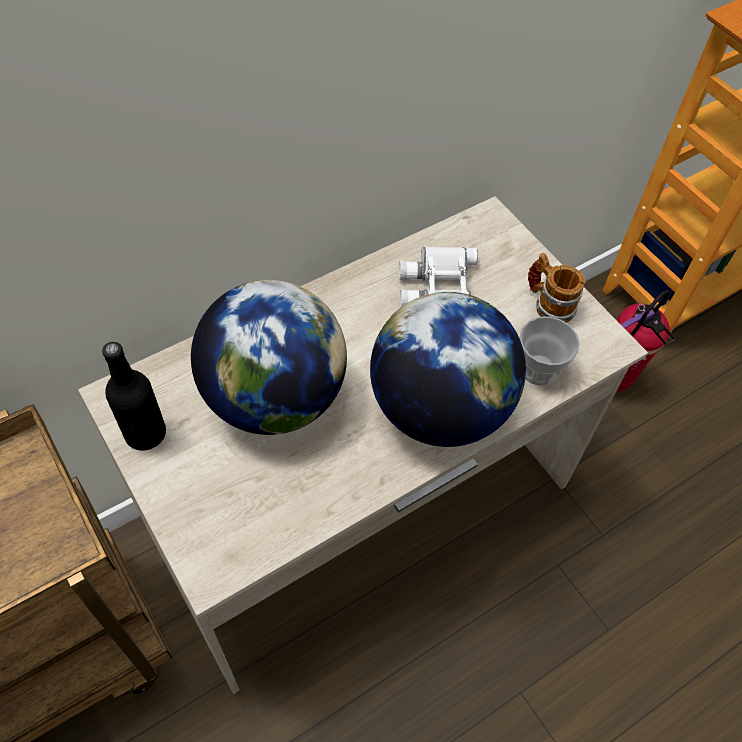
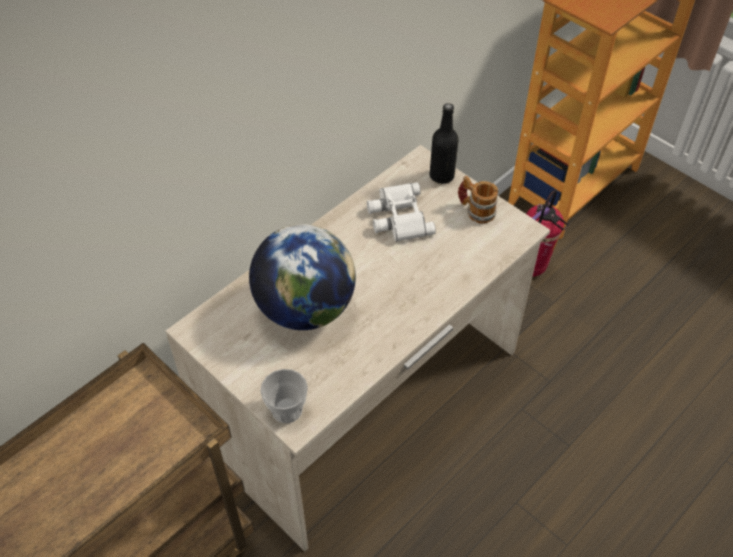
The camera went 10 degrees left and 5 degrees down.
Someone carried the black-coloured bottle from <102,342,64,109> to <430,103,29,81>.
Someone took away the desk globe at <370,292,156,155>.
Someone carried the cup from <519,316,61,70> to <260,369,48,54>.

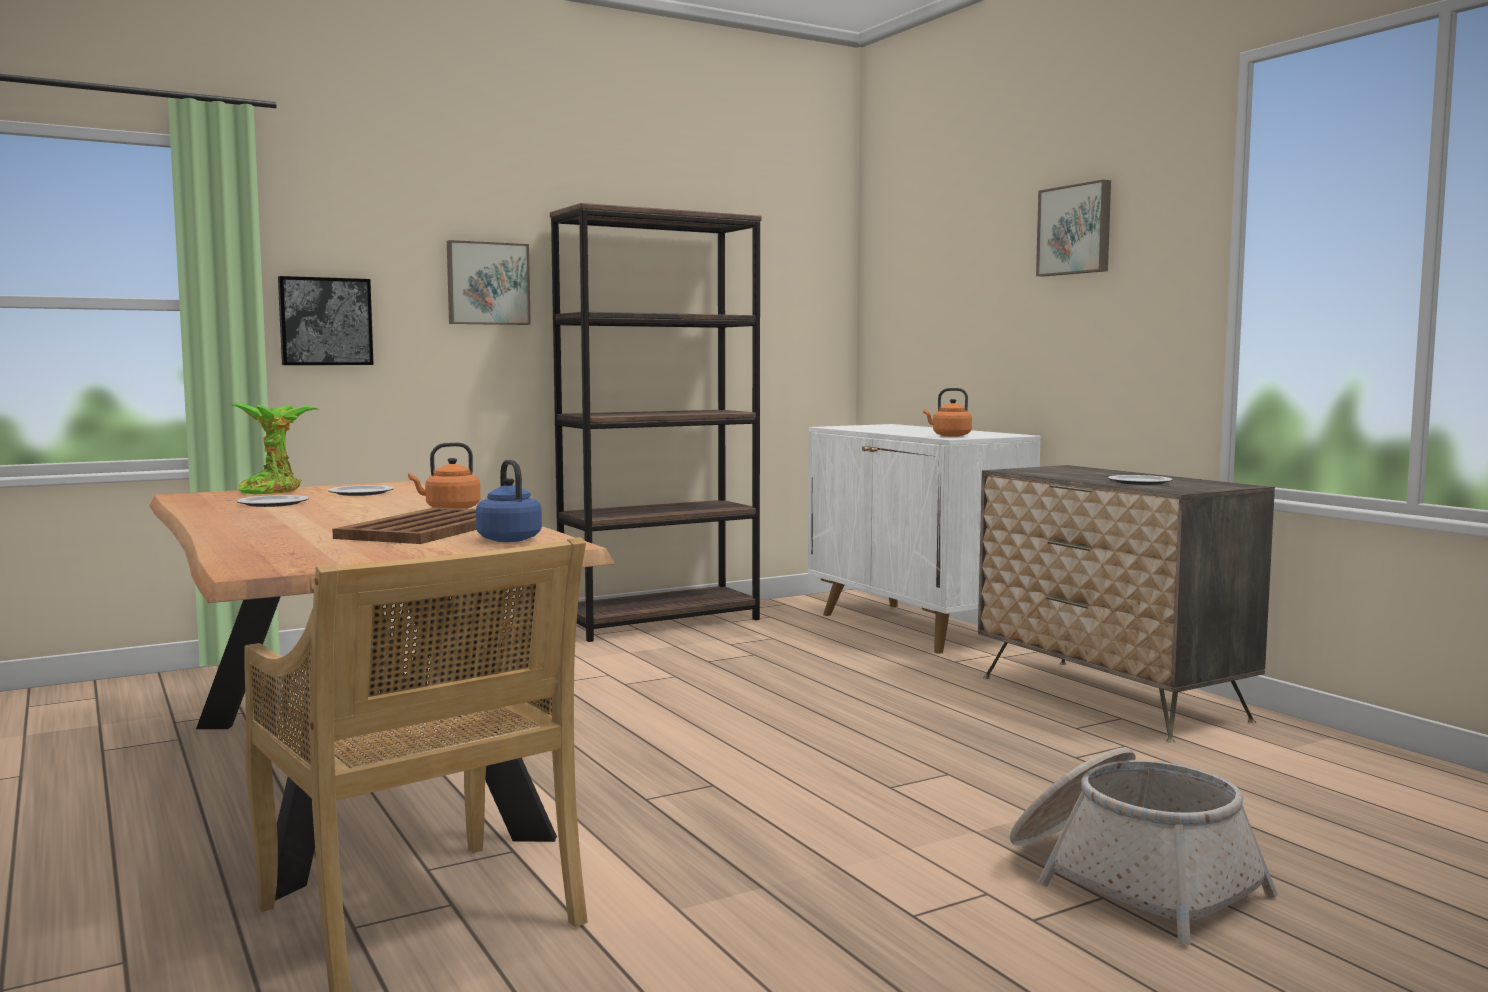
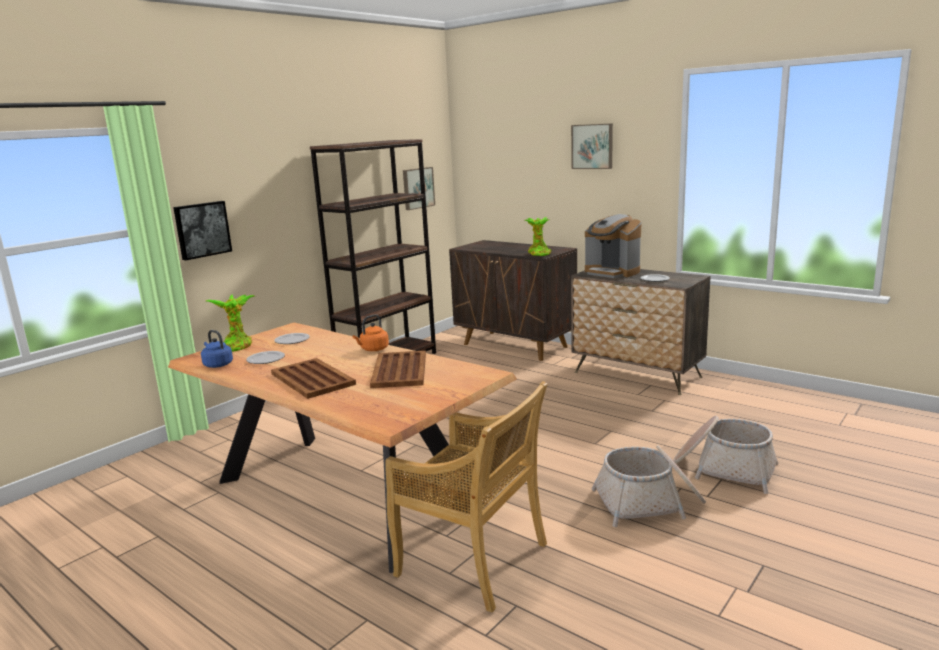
The camera went 20 degrees left and 10 degrees up.
Someone carried the picture from <447,240,84,85> to <403,167,32,43>.
Someone carried the bluish tea kettle from <476,460,66,82> to <201,330,32,38>.
Someone repainted the whitish storage cabinet at <808,424,233,230>, which became the brown-coloured storage cabinet at <449,240,128,121>.
Someone swapped the orange-coloured tea kettle at <923,388,49,49> for the plant in a pot at <524,217,28,39>.
Someone put down the brown-coloured tray at <271,358,85,41>.
Someone put down the coffee brewer at <585,214,56,64>.
Someone put down the storage basket at <591,445,115,82>.

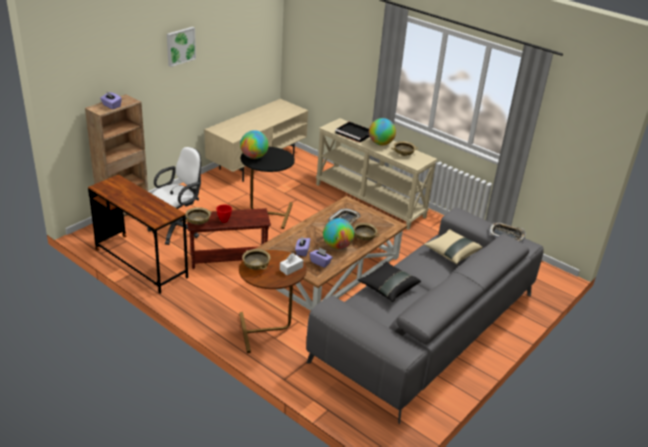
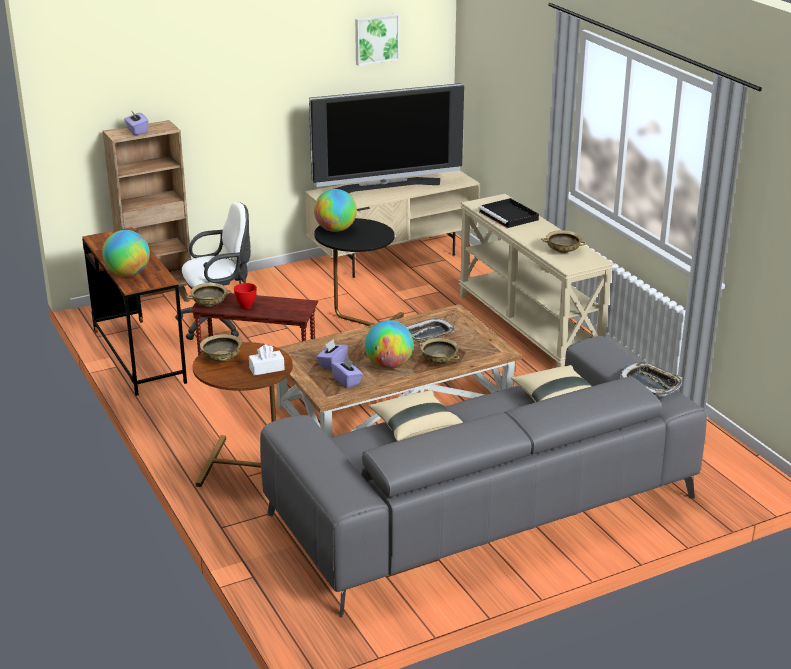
The camera went 25 degrees right and 5 degrees down.
Someone carried the picture from <167,27,29,40> to <355,13,44,53>.
Someone repainted the black-coloured cushion at <358,262,63,40>, which became the beige cushion at <368,390,95,51>.
Someone carried the desk globe from <369,118,27,27> to <102,230,48,46>.
Someone put down the television at <309,83,155,110>.

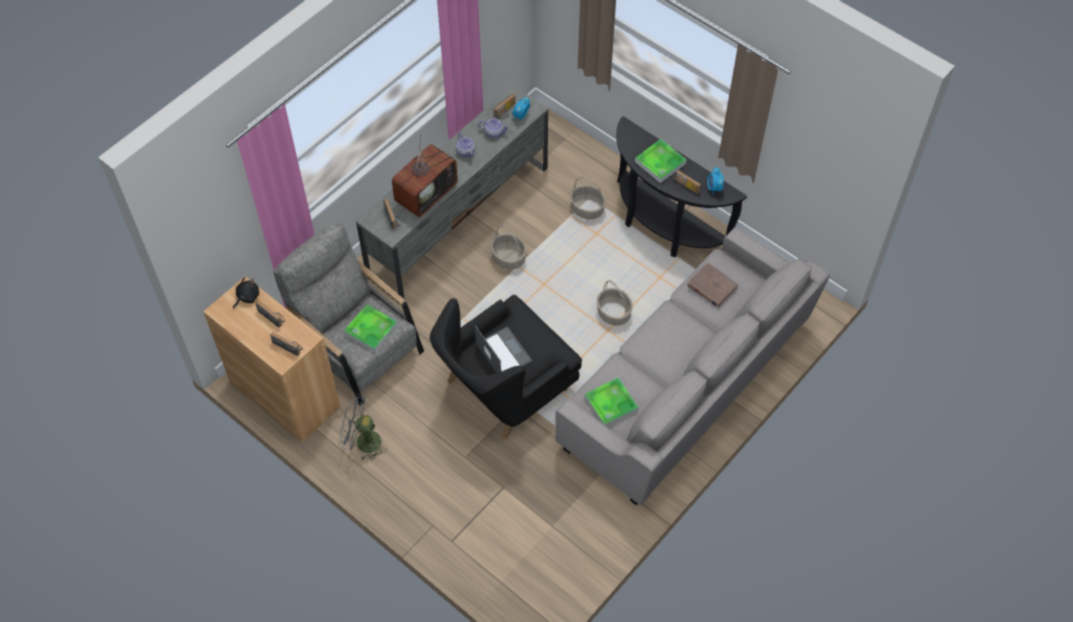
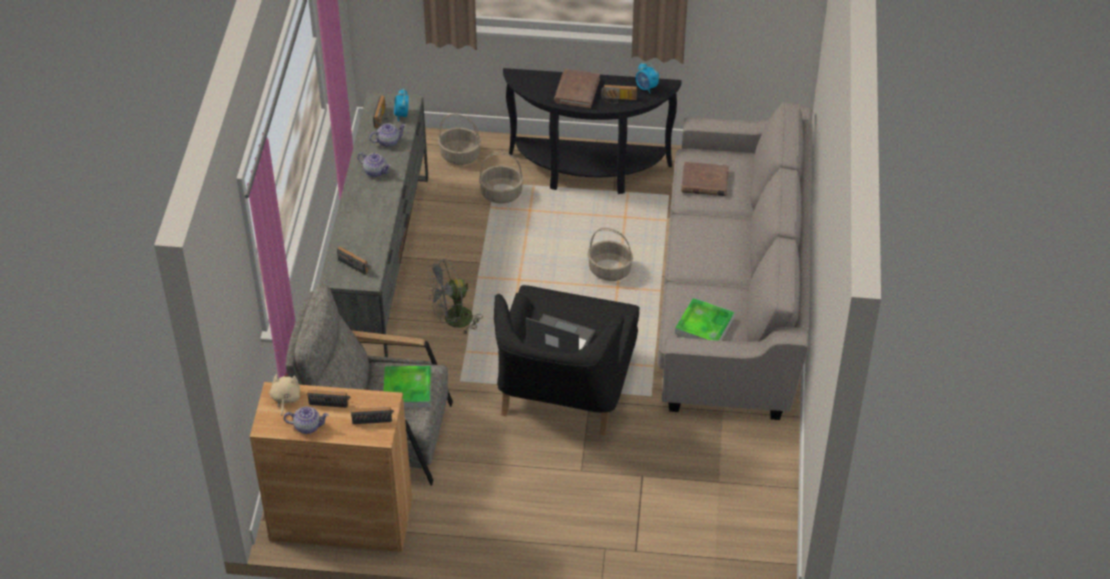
The camera went 35 degrees left and 10 degrees down.
Someone repainted the black-coloured soft toy at <233,277,26,32>, which became the beige soft toy at <270,371,30,45>.
Someone carried the grey electric fan from <339,394,48,66> to <426,259,57,76>.
Someone took away the television at <392,133,66,84>.
Someone carried the storage basket from <491,225,35,45> to <438,114,43,51>.
Someone swapped the tray at <635,139,52,44> for the brown-coloured volume at <554,69,46,39>.
Someone put down the pot for tea at <284,406,45,28>.

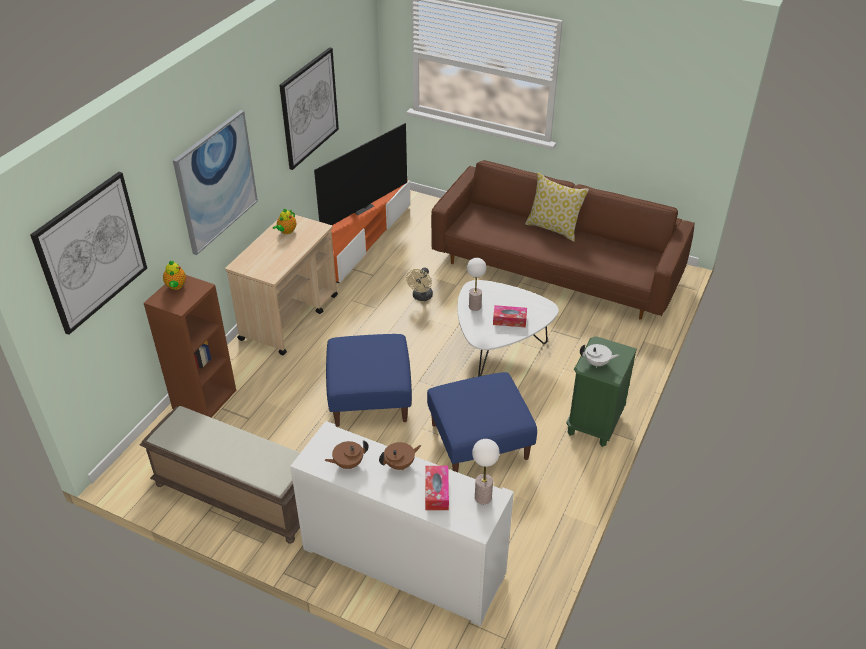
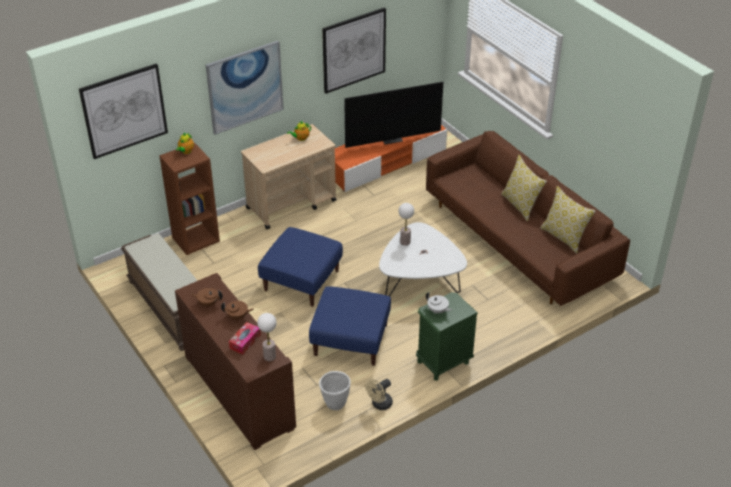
The camera went 30 degrees right and 0 degrees up.
Someone repainted the whitish storage cabinet at <290,421,224,205>, which became the brown-coloured storage cabinet at <175,273,121,177>.
Someone carried the beige electric fan from <406,267,27,34> to <365,378,28,32>.
Someone took away the box of tissues at <493,305,34,22>.
Someone put down the whitish flower pot at <319,371,32,39>.
Someone put down the cushion at <540,186,56,68>.

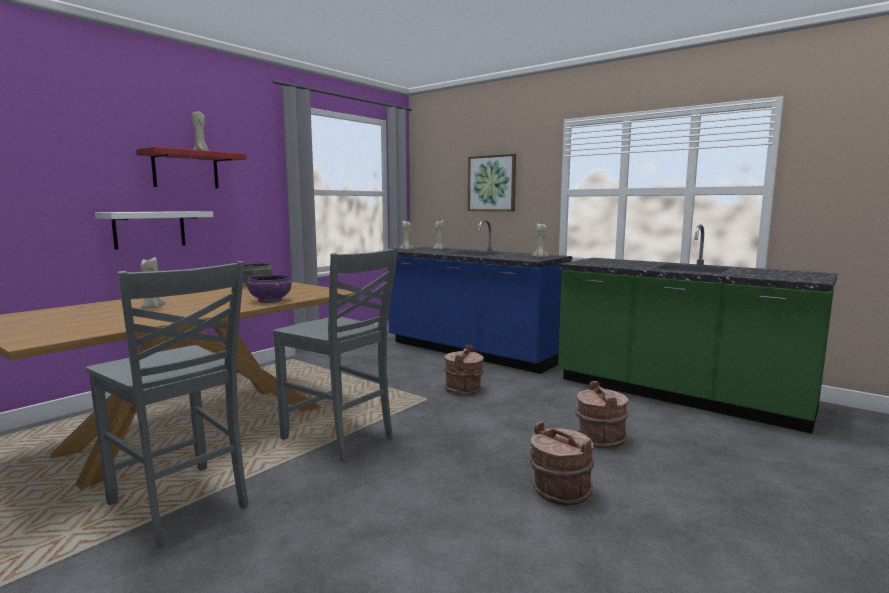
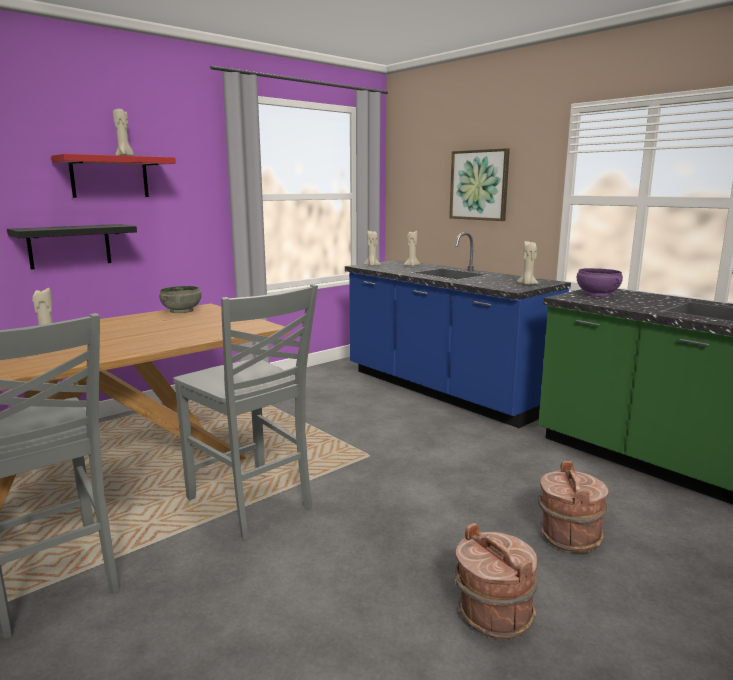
The camera went 10 degrees right and 5 degrees up.
Someone repainted the whitish shelf at <95,211,118,39>, which became the black-coloured shelf at <7,224,130,46>.
Someone carried the purplish bowl from <247,275,45,28> to <577,268,46,29>.
Someone took away the brown-coloured bucket at <444,345,40,51>.

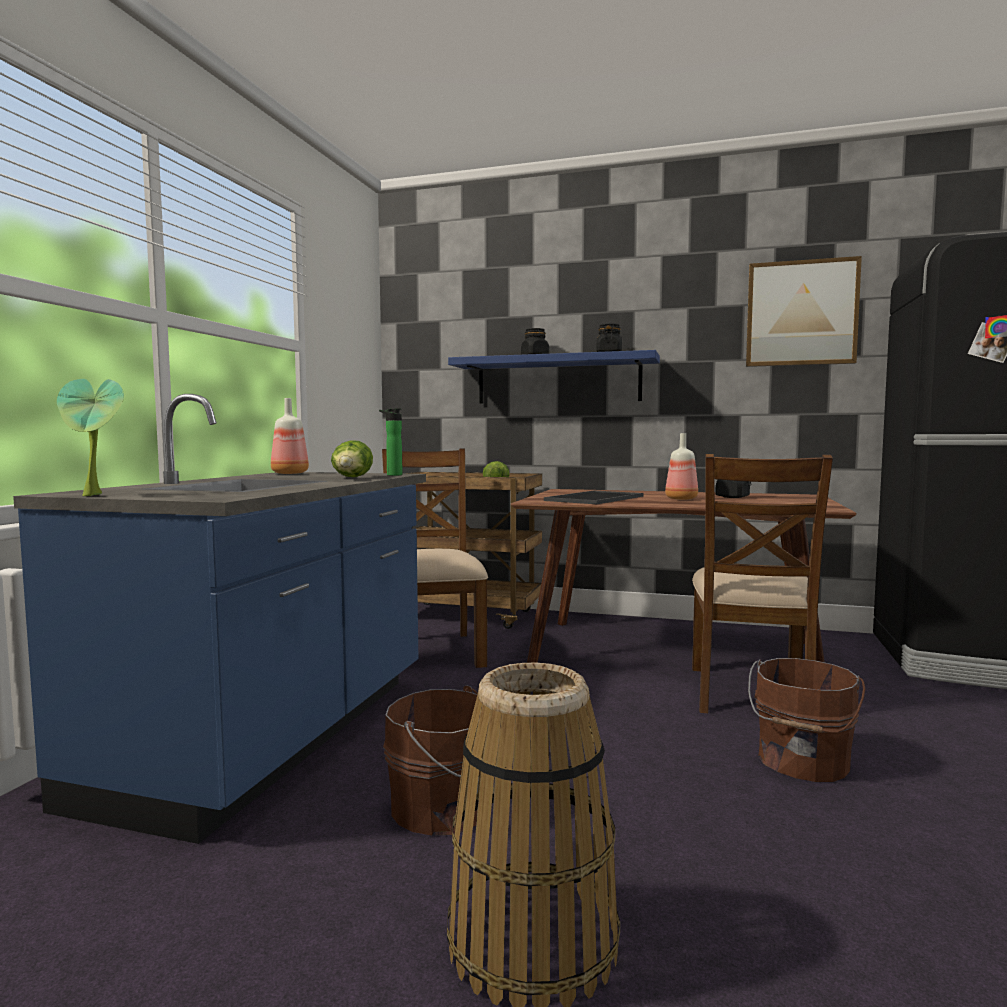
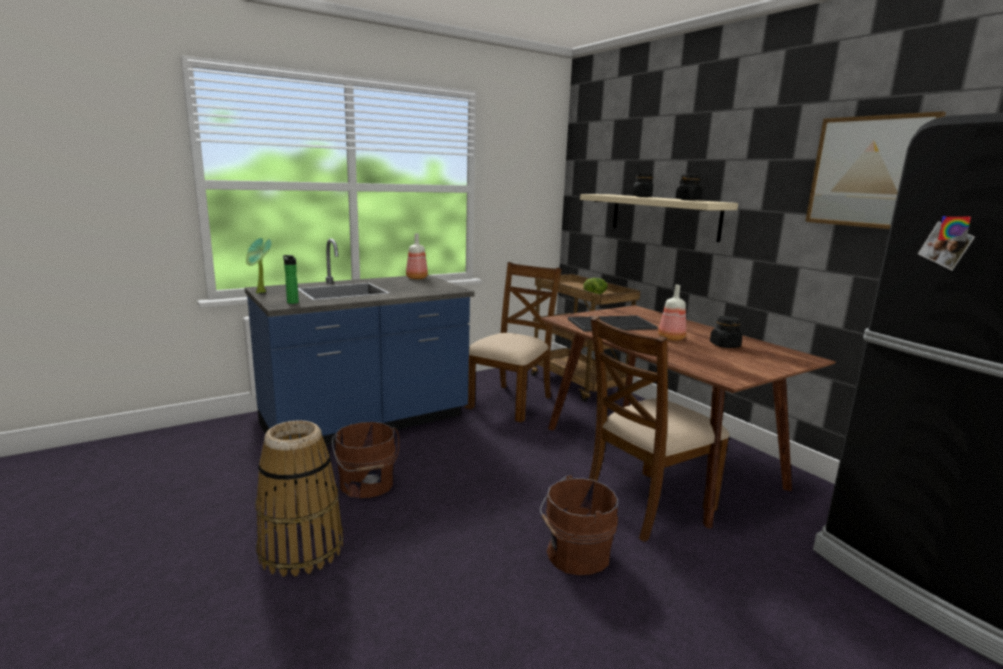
The camera went 40 degrees right and 10 degrees up.
Someone took away the head of lettuce at <331,440,42,37>.
Someone carried the bottle from <379,408,24,68> to <283,255,16,49>.
Someone repainted the bluish shelf at <448,350,212,54>, which became the beige shelf at <580,194,158,48>.

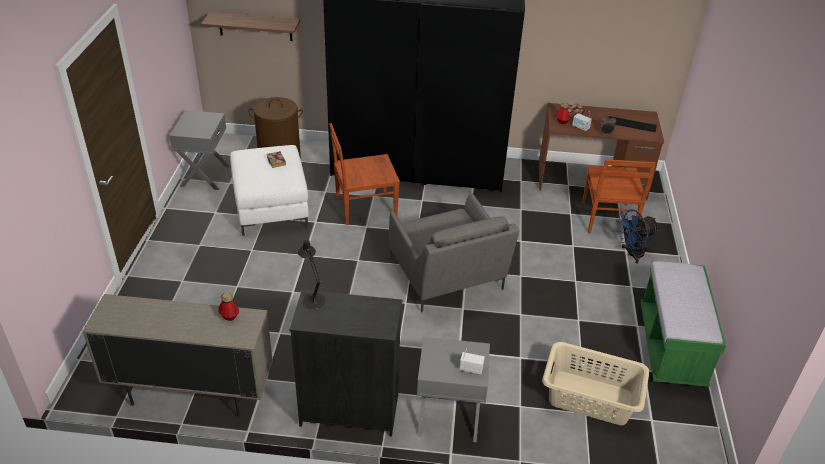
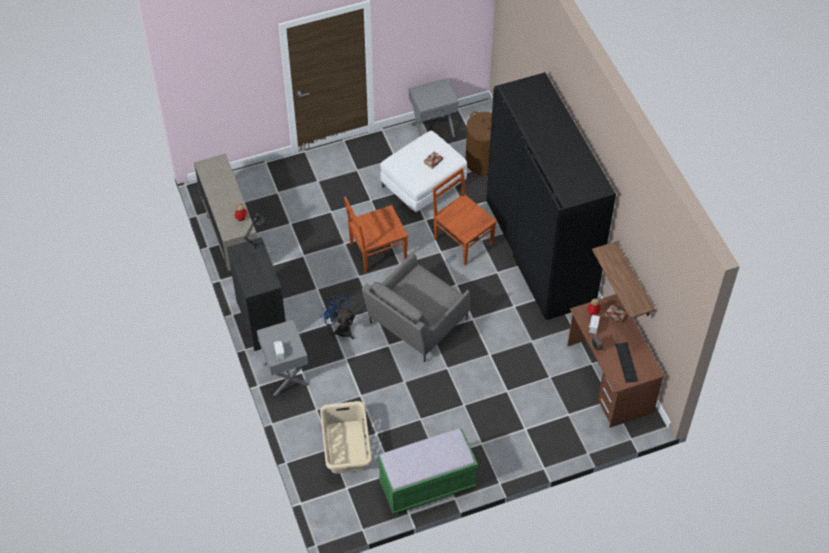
The camera went 65 degrees right and 15 degrees up.
Someone carried the shelf from <201,12,99,29> to <592,242,63,77>.
Someone carried the brown-coloured plain chair from <582,159,74,76> to <344,197,64,76>.
Someone carried the bluish electric fan from <616,209,43,55> to <320,293,36,47>.

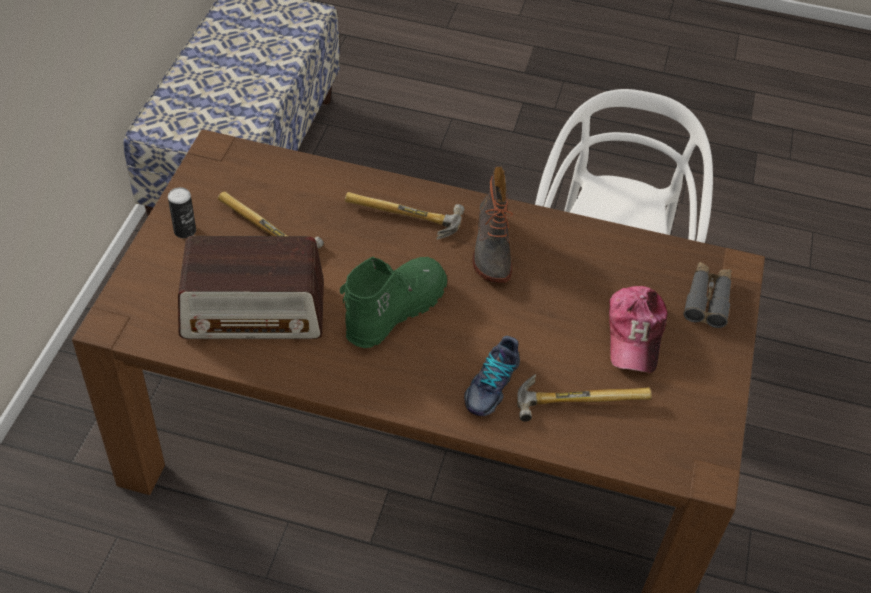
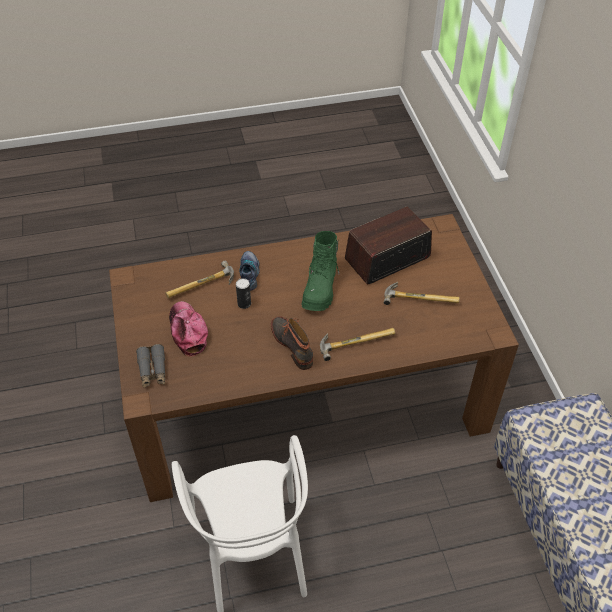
The camera went 155 degrees right and 0 degrees up.
Someone carried the metal can from <168,187,28,51> to <236,278,15,31>.

